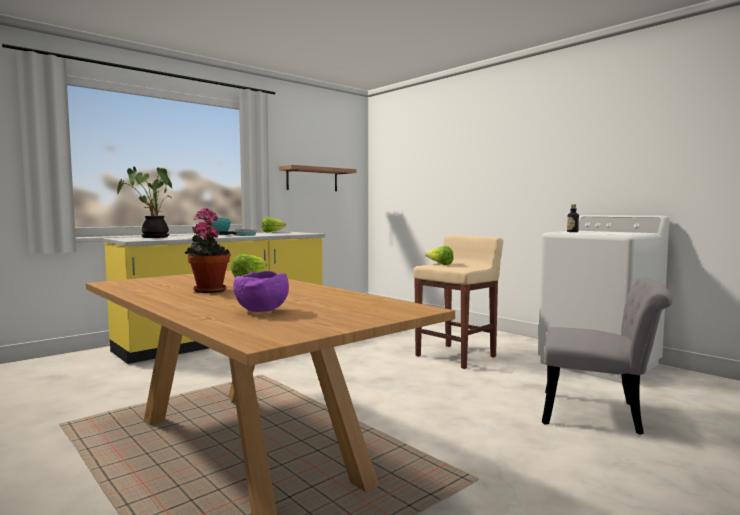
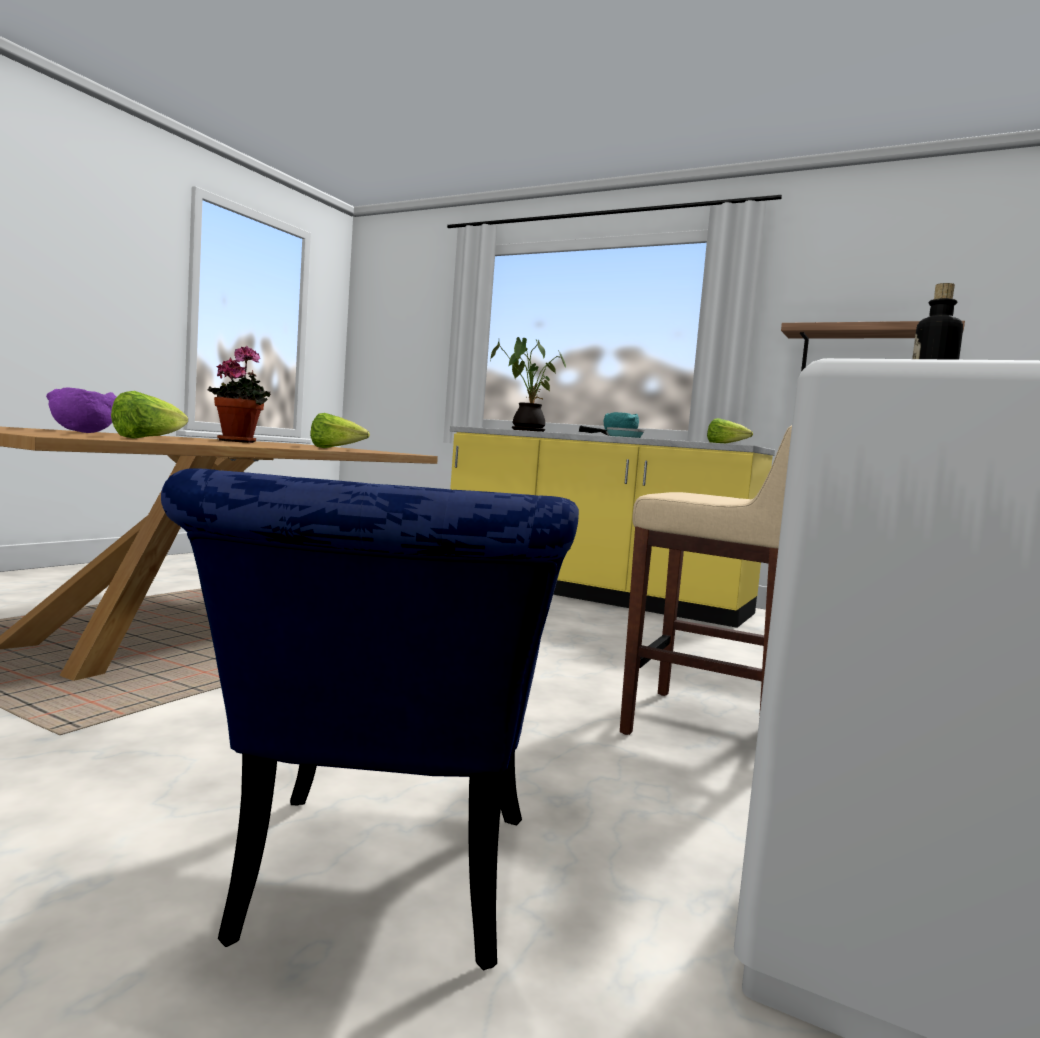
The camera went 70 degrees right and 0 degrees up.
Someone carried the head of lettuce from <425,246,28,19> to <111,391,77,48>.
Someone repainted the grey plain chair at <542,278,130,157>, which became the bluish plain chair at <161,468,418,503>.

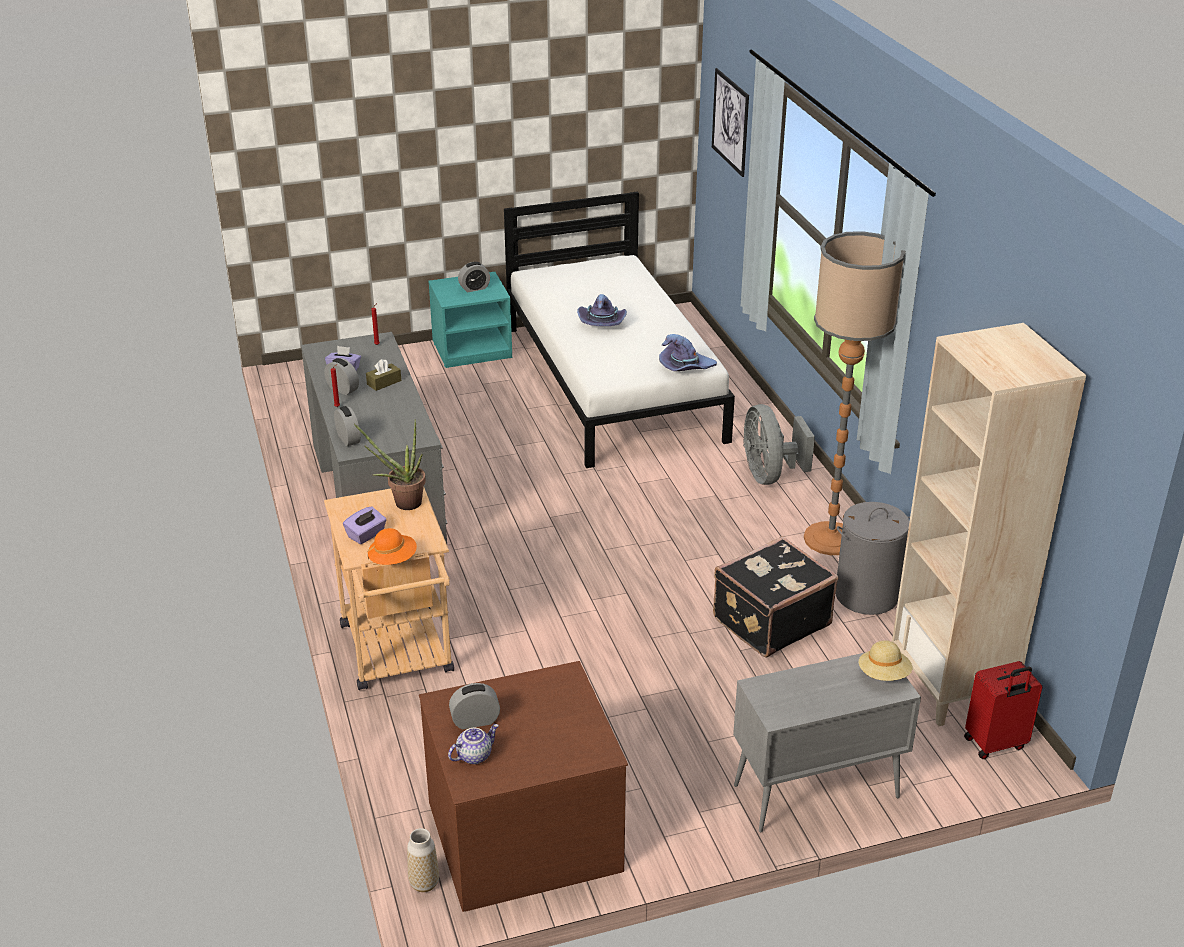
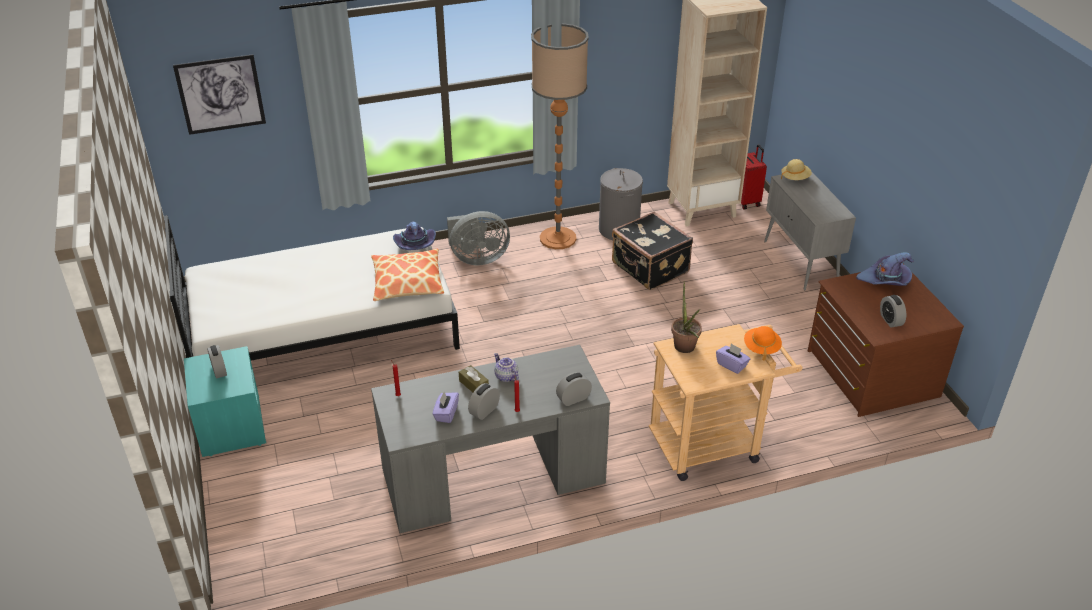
The camera went 90 degrees left and 5 degrees up.
Someone took away the vase at <407,828,32,64>.
Someone carried the pot for tea from <448,724,51,40> to <494,353,25,29>.
Someone carried the purplish wearable hat from <577,294,50,32> to <856,253,58,33>.
Someone put down the cushion at <371,249,73,52>.

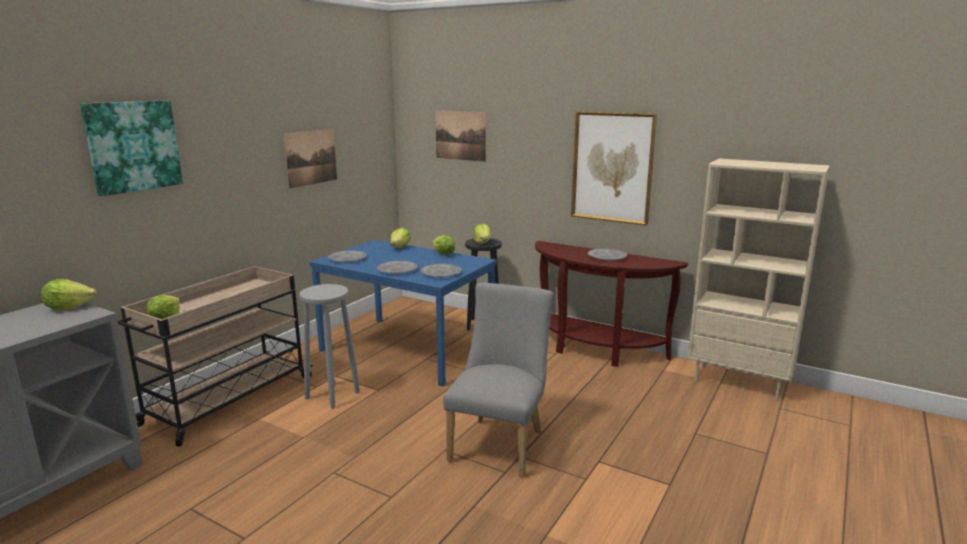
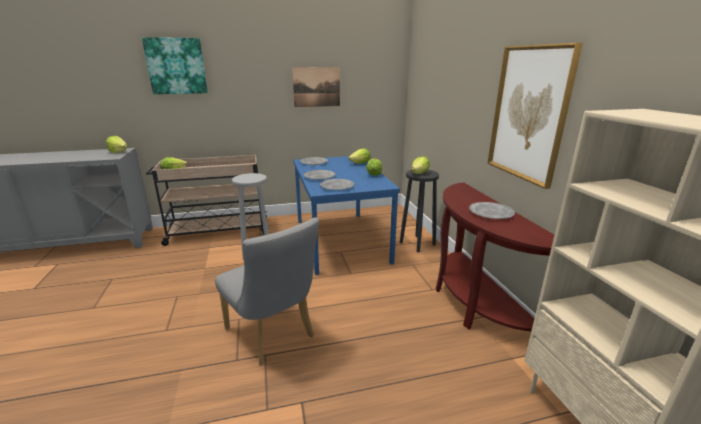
The camera went 45 degrees right and 5 degrees up.
Someone took away the picture at <435,110,51,52>.
Someone rotated the grey plain chair at <443,283,110,194> by 75 degrees clockwise.

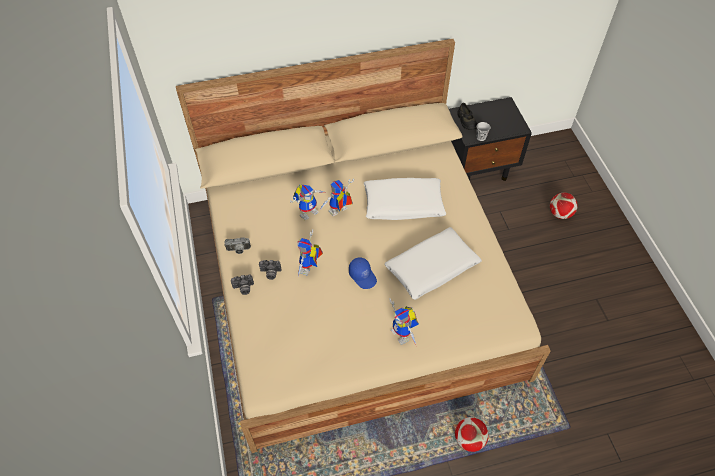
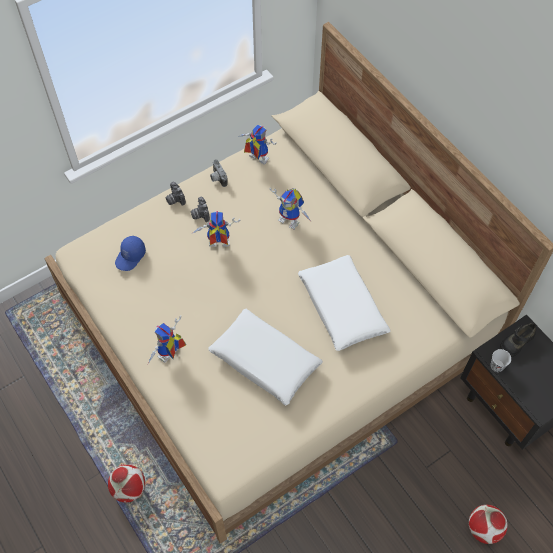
The camera went 70 degrees right and 5 degrees up.
Someone carried the robot figure from <319,179,35,37> to <240,125,37,40>.
Someone carried the bluish peaked cap from <349,257,28,32> to <115,236,31,35>.

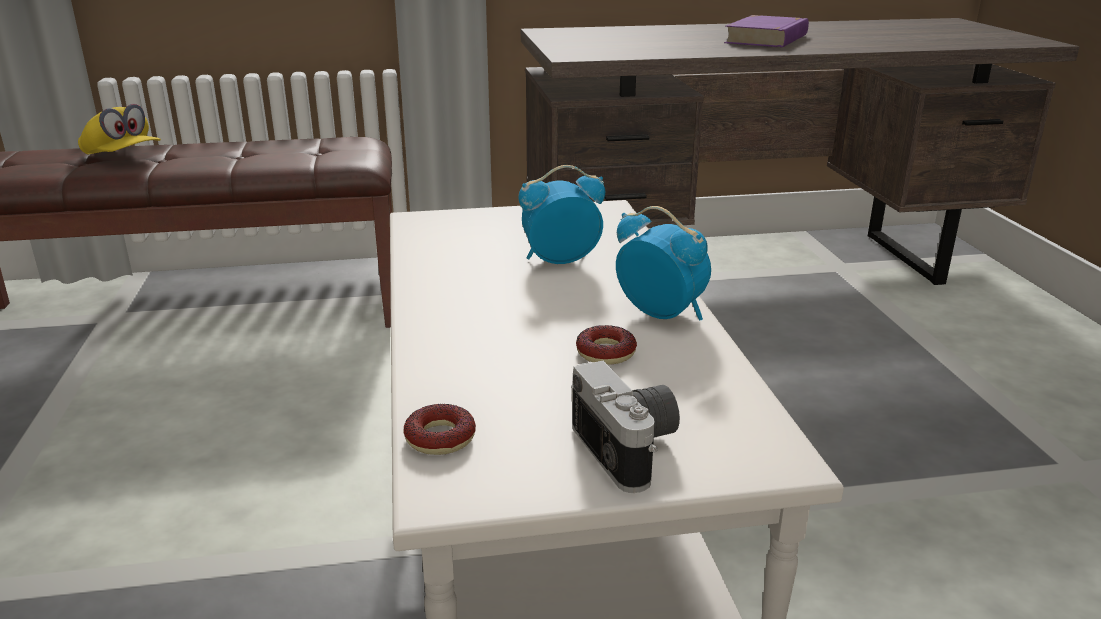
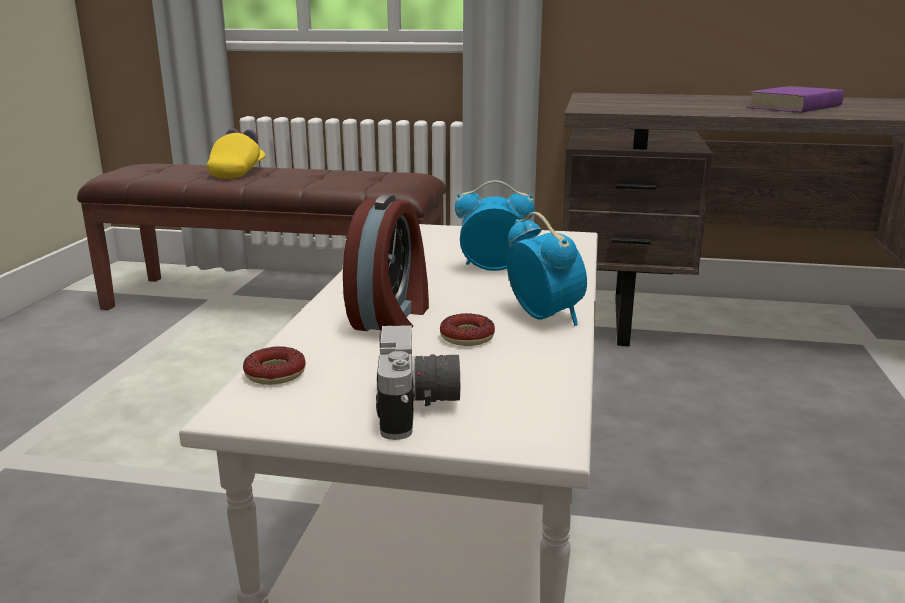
The camera went 20 degrees right and 5 degrees down.
Someone rotated the yellowish peaked cap at <78,104,83,50> by 135 degrees counterclockwise.
Someone put down the alarm clock at <343,195,86,137>.

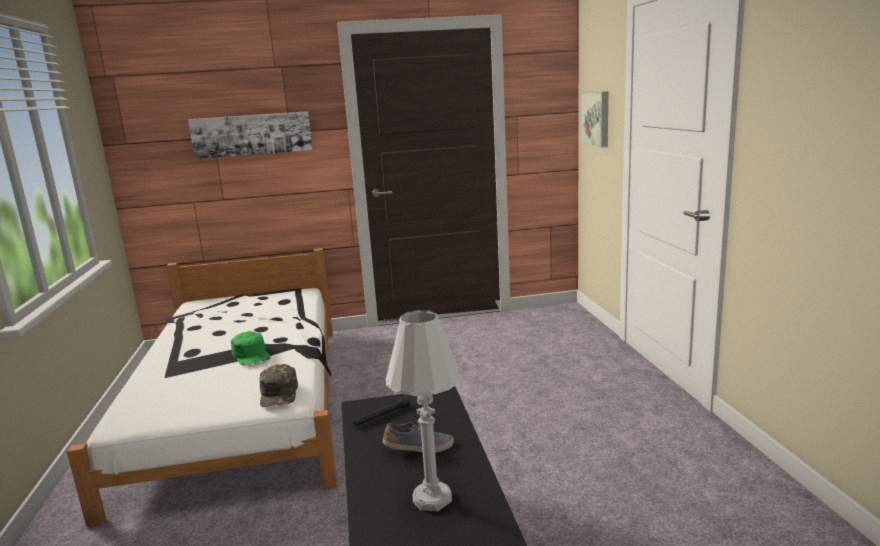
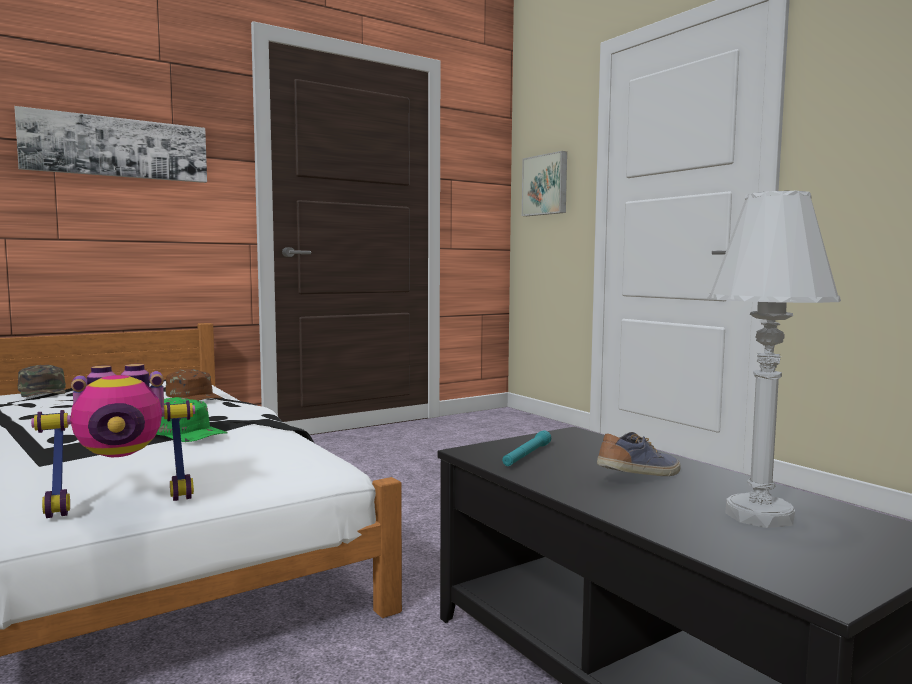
The camera went 25 degrees left and 10 degrees down.
Someone carried the green-coloured peaked cap from <259,364,39,43> to <18,365,48,32>.
Someone repainted the black-coloured flashlight at <353,397,58,30>, which became the turquoise flashlight at <502,430,49,36>.
Someone put down the robot figure at <31,364,164,154>.
Someone put down the brown-coloured peaked cap at <166,369,56,32>.

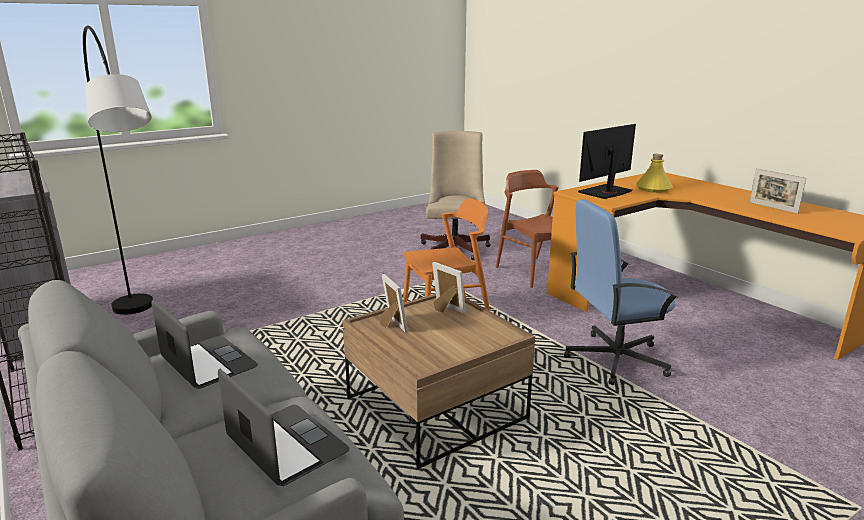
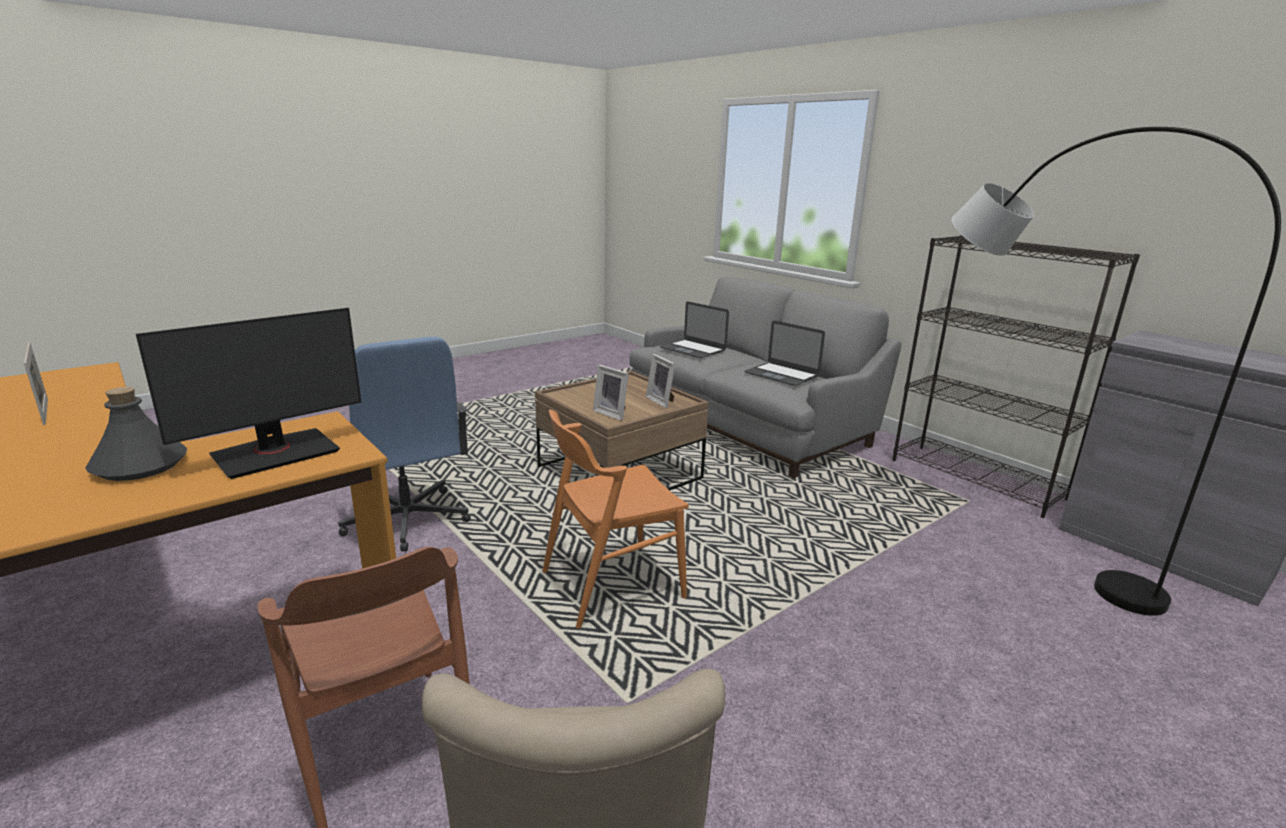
The camera went 175 degrees right and 0 degrees up.
Someone rotated the bluish desk chair at <564,199,115,186> by 75 degrees clockwise.
Someone repainted the yellowish bottle at <636,154,37,39>, which became the grey bottle at <86,387,101,94>.

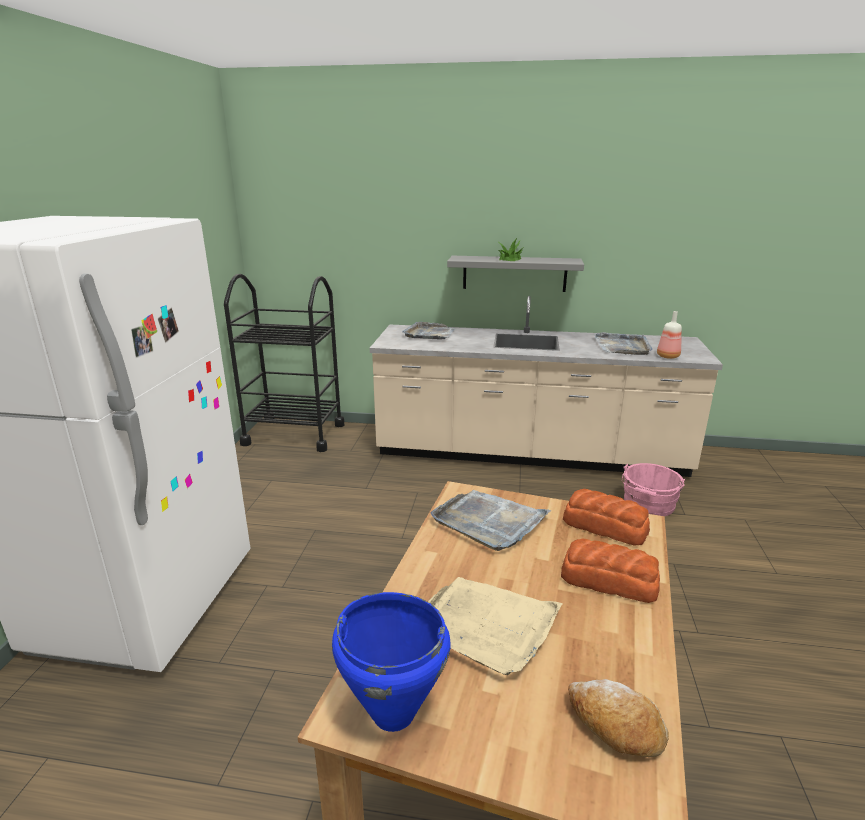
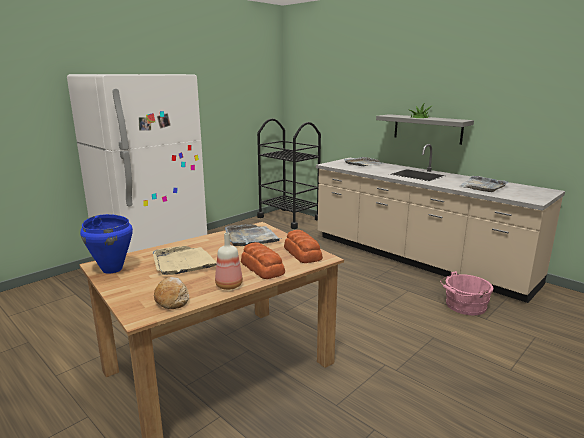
The camera went 35 degrees right and 5 degrees down.
Someone carried the bottle from <657,311,25,48> to <215,233,28,57>.

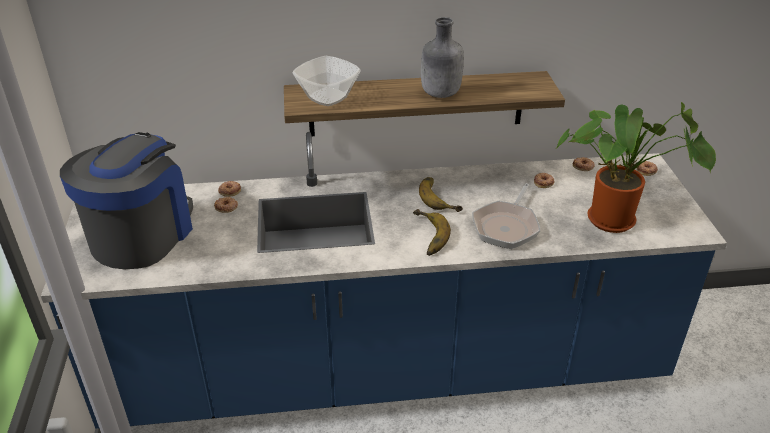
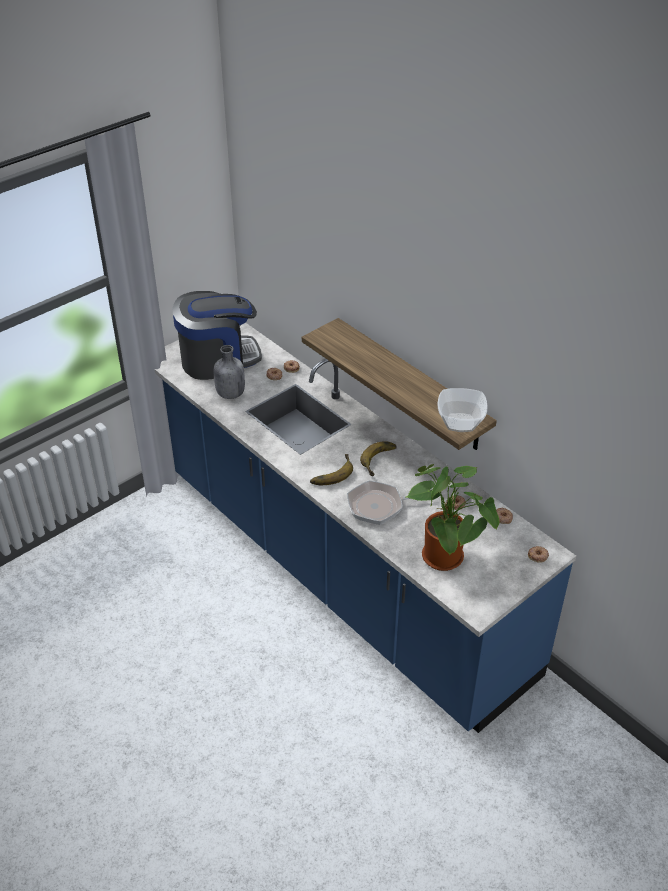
The camera went 55 degrees right and 5 degrees up.
Someone carried the bowl from <293,56,67,50> to <437,388,51,44>.
Someone carried the grey bottle from <421,17,43,81> to <214,345,31,54>.

